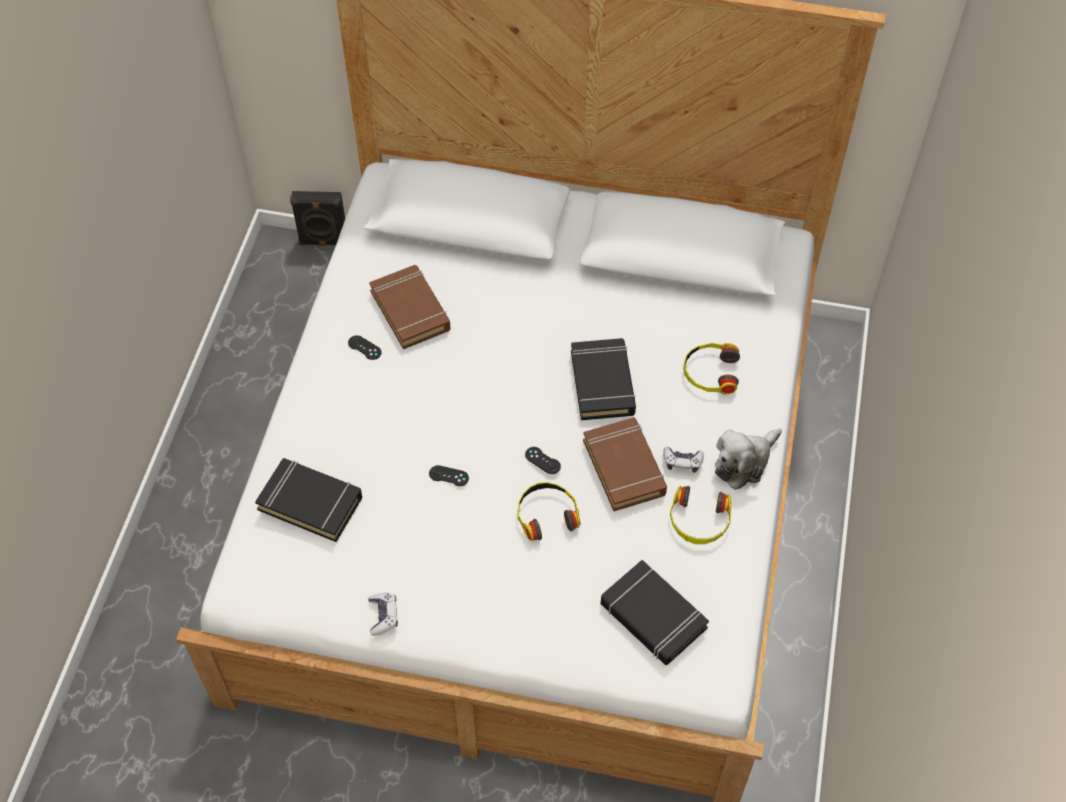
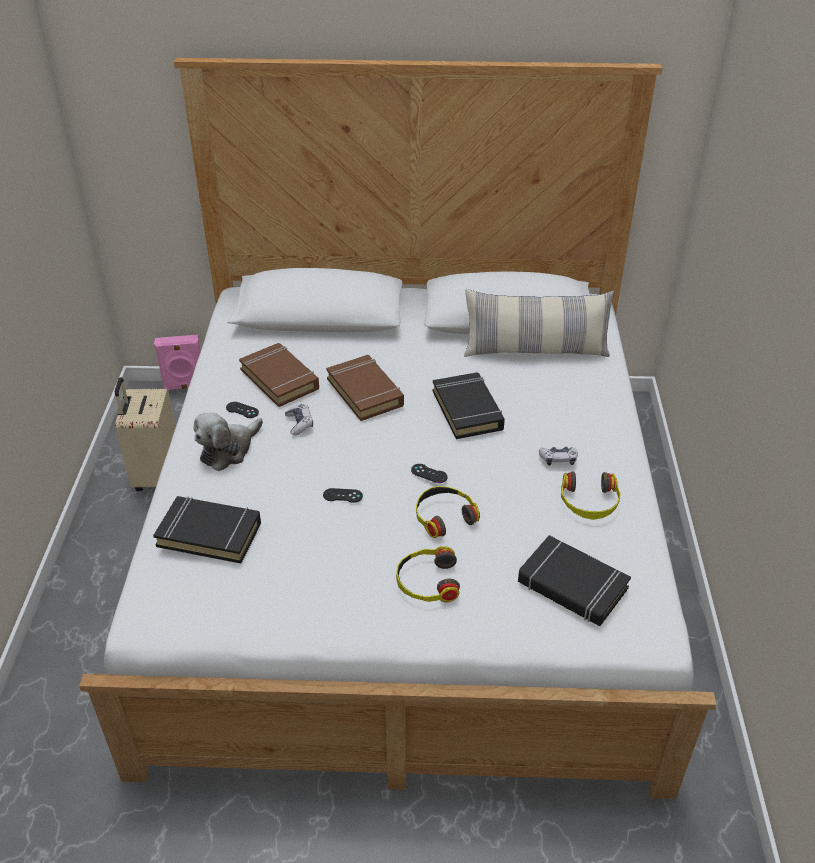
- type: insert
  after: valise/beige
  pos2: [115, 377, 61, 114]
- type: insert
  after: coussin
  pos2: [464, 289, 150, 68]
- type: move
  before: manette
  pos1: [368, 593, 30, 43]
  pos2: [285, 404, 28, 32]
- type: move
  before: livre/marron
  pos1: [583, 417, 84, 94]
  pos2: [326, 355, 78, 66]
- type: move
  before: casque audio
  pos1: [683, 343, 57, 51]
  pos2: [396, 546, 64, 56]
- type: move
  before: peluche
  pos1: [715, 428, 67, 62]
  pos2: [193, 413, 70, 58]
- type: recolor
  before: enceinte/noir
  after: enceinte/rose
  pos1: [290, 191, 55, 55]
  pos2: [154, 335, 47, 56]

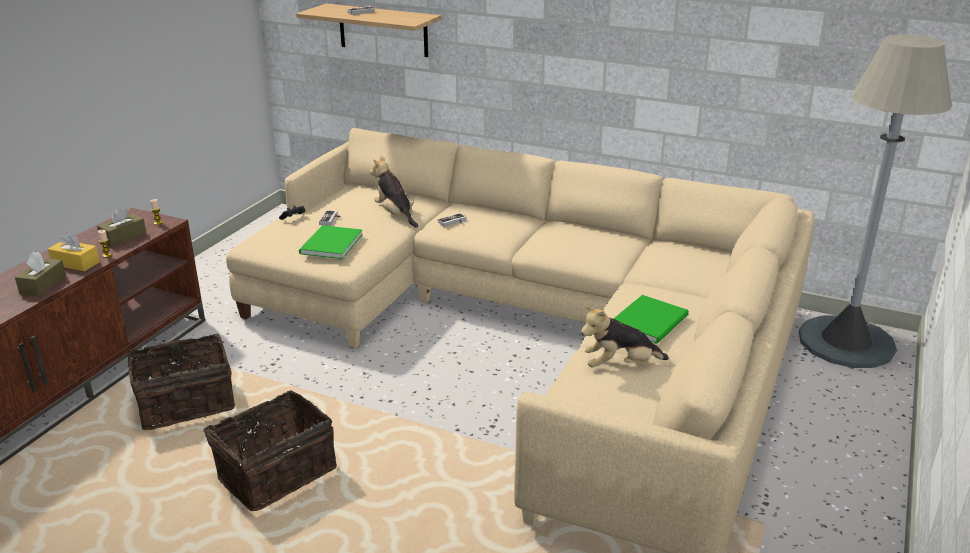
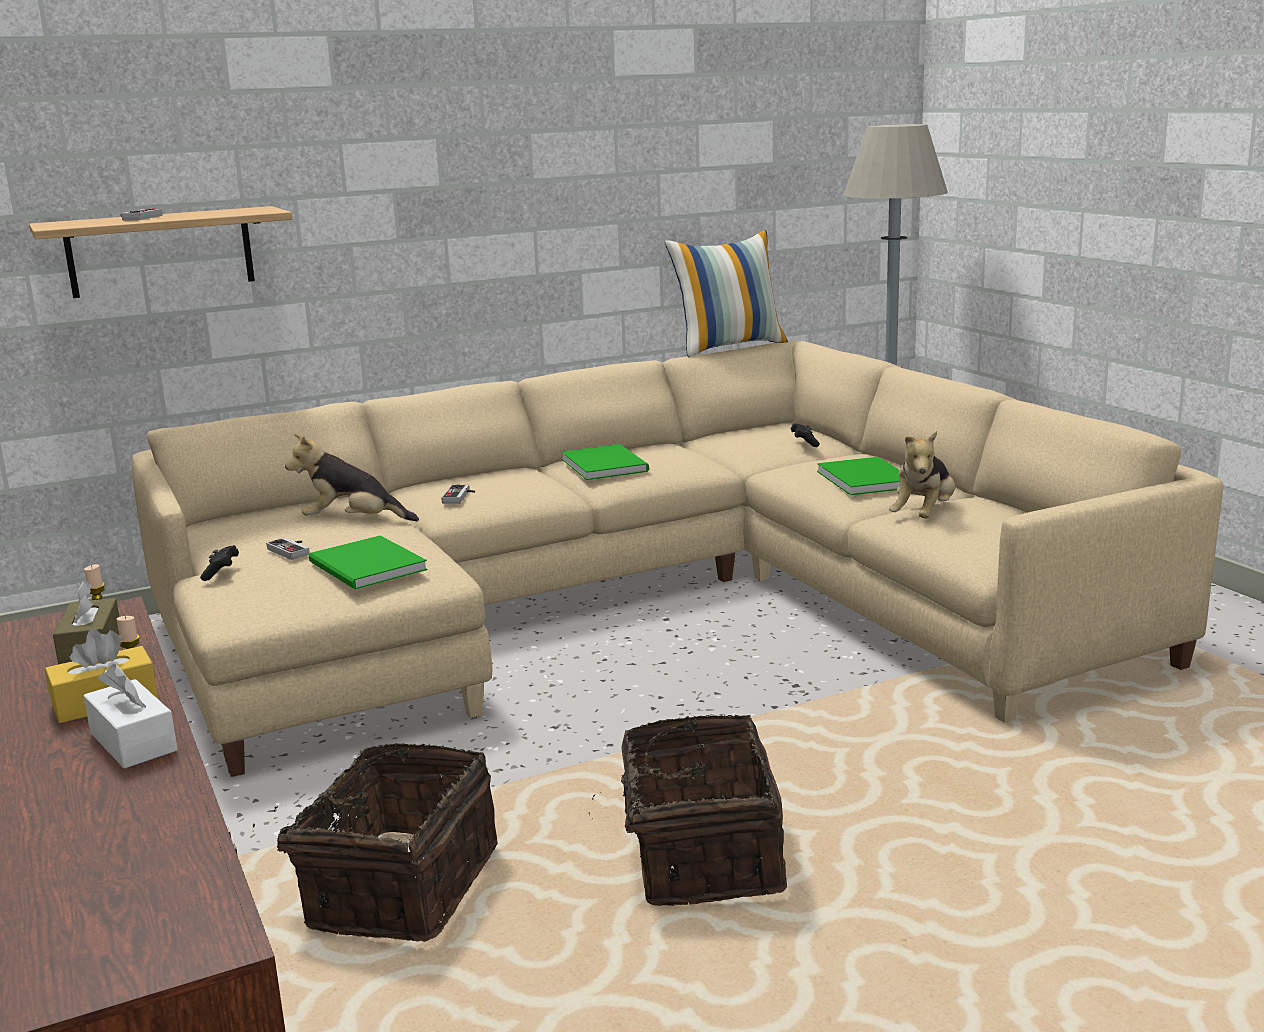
- type: insert
  after: livre/vert
  pos2: [562, 444, 87, 36]
- type: insert
  after: coussin
  pos2: [665, 230, 123, 127]
- type: insert
  after: manette/noir
  pos2: [791, 423, 29, 24]
- type: recolor
  before: boîte à mouchoirs/marron
  after: boîte à mouchoirs/blanc
  pos1: [15, 251, 51, 45]
  pos2: [84, 664, 94, 105]

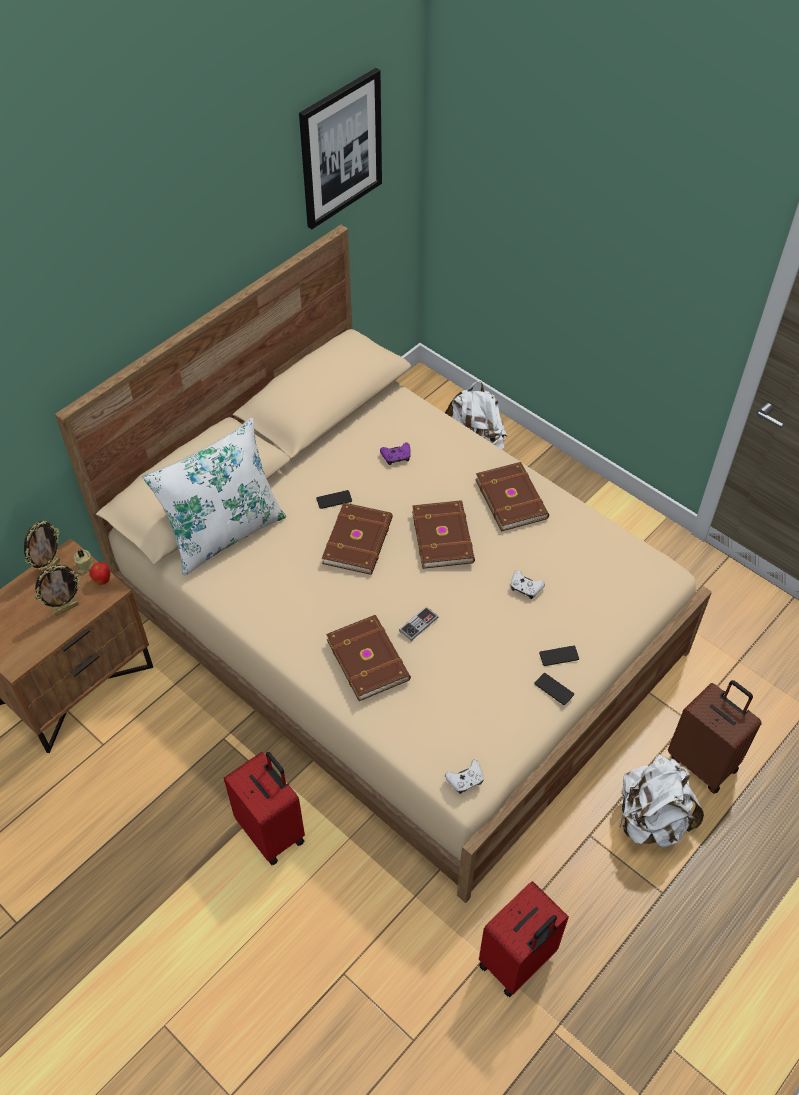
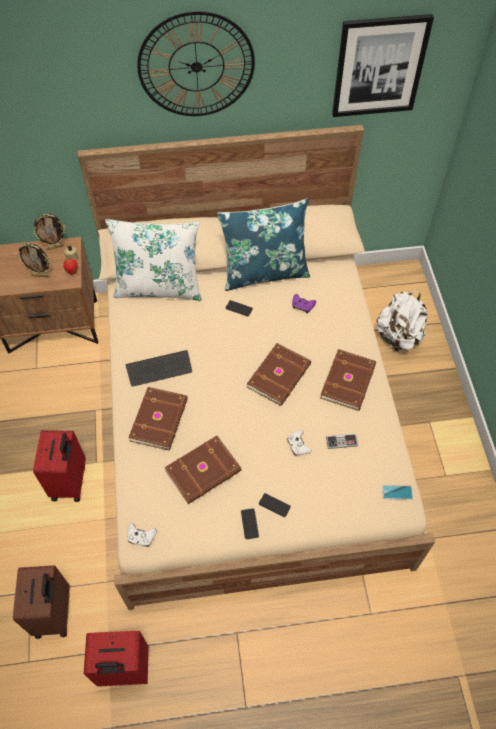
- type: delete
  before: sac à dos/blanc
  pos1: [618, 754, 86, 94]
- type: insert
  after: clavier
  pos2: [126, 350, 66, 37]
- type: insert
  after: horloge murale
  pos2: [137, 11, 118, 105]
- type: insert
  after: coussin/bleu
  pos2: [217, 199, 93, 92]
- type: insert
  after: téléphone
  pos2: [382, 485, 31, 15]
- type: move
  before: livre/marron
  pos1: [322, 503, 71, 72]
  pos2: [165, 436, 77, 68]
- type: move
  before: manette
  pos1: [399, 606, 39, 35]
  pos2: [326, 433, 32, 16]
- type: move
  before: valise/marron
  pos1: [668, 680, 94, 114]
  pos2: [13, 565, 57, 74]

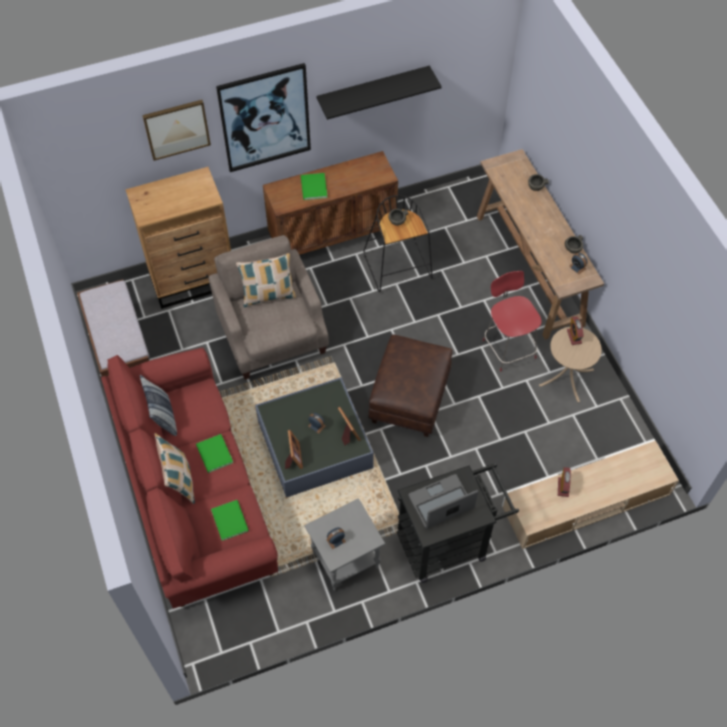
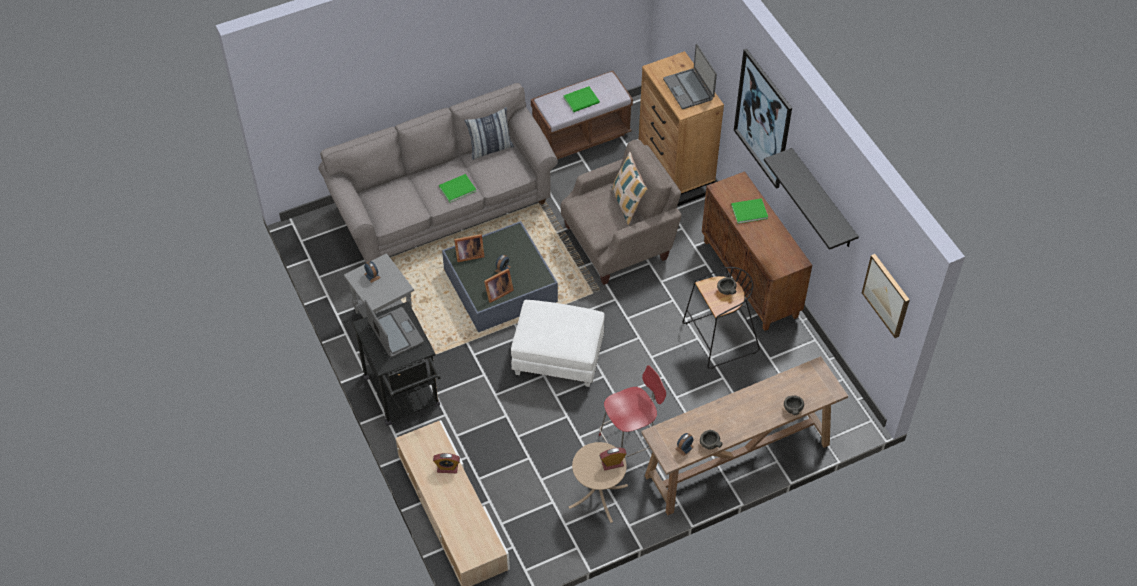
- type: delete
  before: coussin
  pos1: [154, 433, 41, 71]
- type: insert
  after: ordinateur portable
  pos2: [663, 44, 54, 65]
- type: move
  before: tableau
  pos1: [142, 100, 69, 61]
  pos2: [862, 254, 48, 84]
- type: move
  before: livre/vert
  pos1: [211, 500, 38, 41]
  pos2: [563, 86, 37, 26]
- type: recolor
  before: canapé/rouge
  after: canapé/gris
  pos1: [101, 347, 177, 262]
  pos2: [319, 83, 239, 180]
- type: recolor
  before: pouf/marron
  after: pouf/blanc
  pos1: [368, 335, 84, 102]
  pos2: [511, 300, 93, 87]

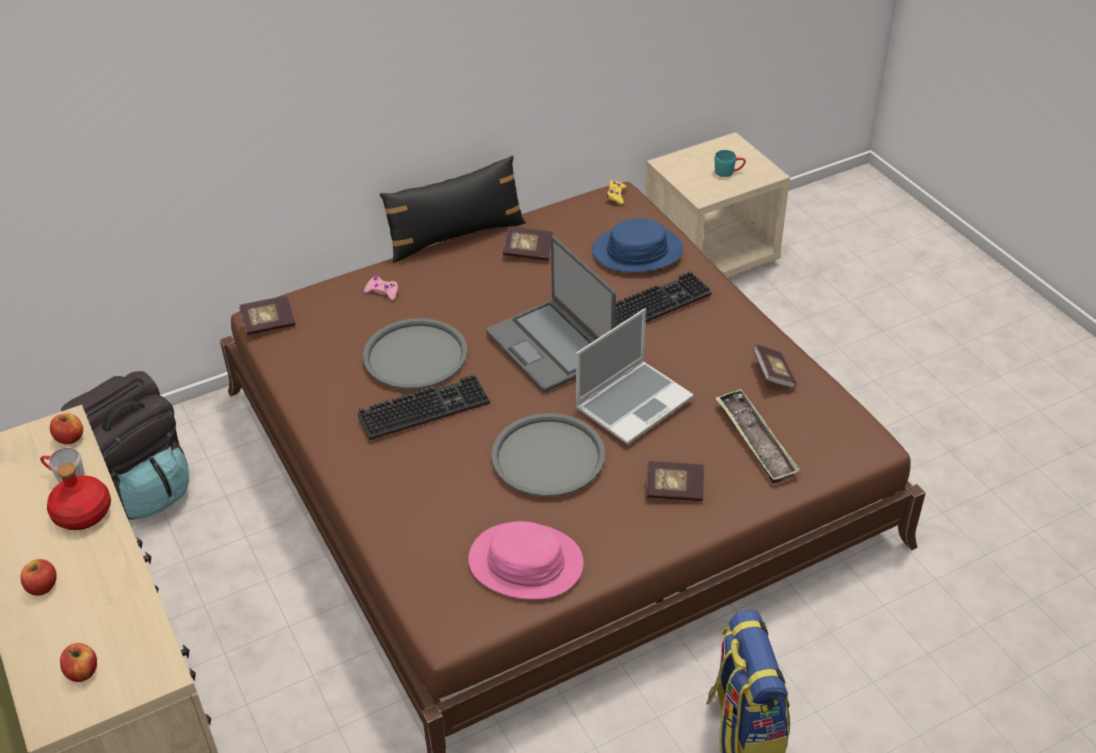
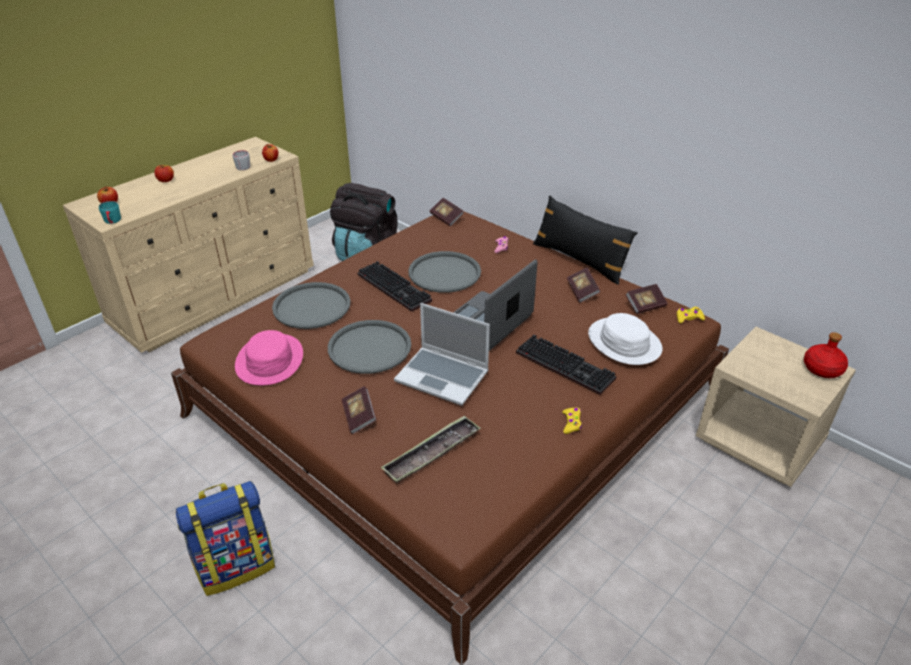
- type: insert
  after: plateau/gris
  pos2: [272, 282, 79, 47]
- type: insert
  after: manette/jaune
  pos2: [562, 408, 20, 26]
- type: move
  before: bouteille/rouge
  pos1: [47, 463, 64, 67]
  pos2: [804, 332, 44, 46]
- type: move
  before: mug/turquoise
  pos1: [715, 150, 31, 27]
  pos2: [99, 201, 22, 23]
- type: move
  before: livre
  pos1: [753, 344, 44, 45]
  pos2: [625, 284, 42, 30]
- type: recolor
  before: chapeau/bleu
  after: chapeau/blanc
  pos1: [592, 219, 91, 53]
  pos2: [588, 313, 75, 52]

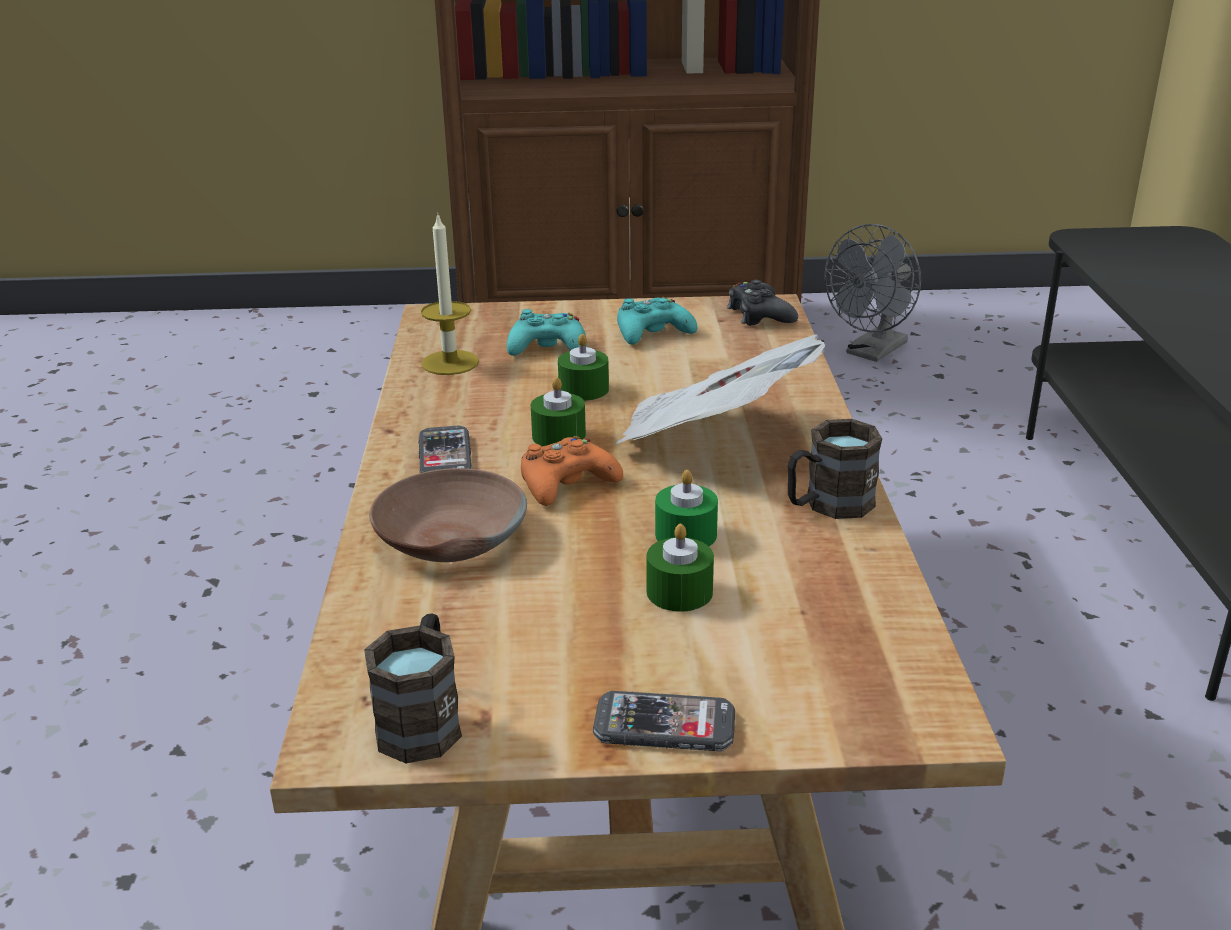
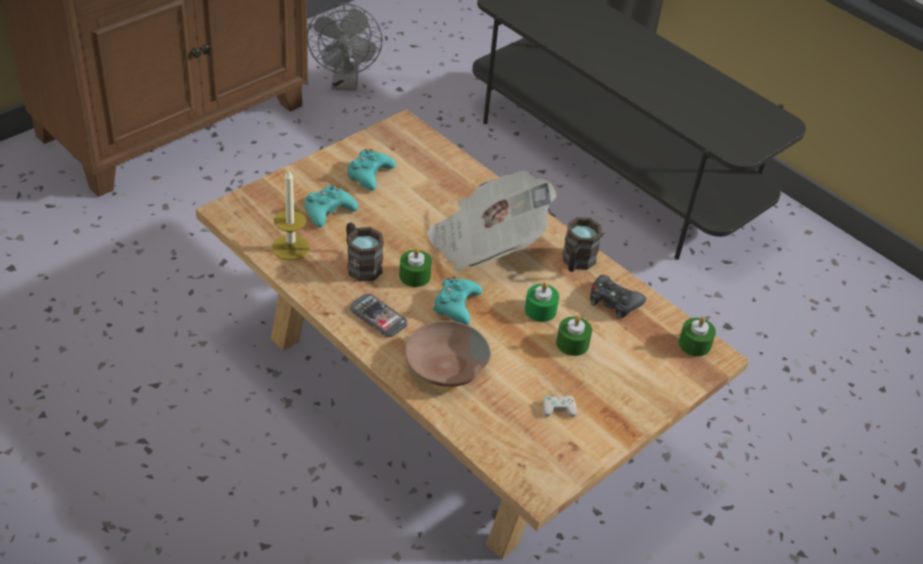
- type: delete
  before: téléphone
  pos1: [593, 691, 142, 60]
- type: insert
  after: manette/blanc
  pos2: [517, 364, 73, 53]
- type: move
  before: mug/marron
  pos1: [364, 614, 98, 149]
  pos2: [346, 223, 38, 58]
- type: move
  before: bougie/vert
  pos1: [558, 334, 51, 67]
  pos2: [679, 317, 37, 40]
- type: move
  before: manette/noir
  pos1: [727, 280, 71, 46]
  pos2: [590, 275, 56, 44]
- type: recolor
  before: manette/orange
  after: manette/turquoise
  pos1: [521, 436, 102, 70]
  pos2: [433, 277, 49, 48]

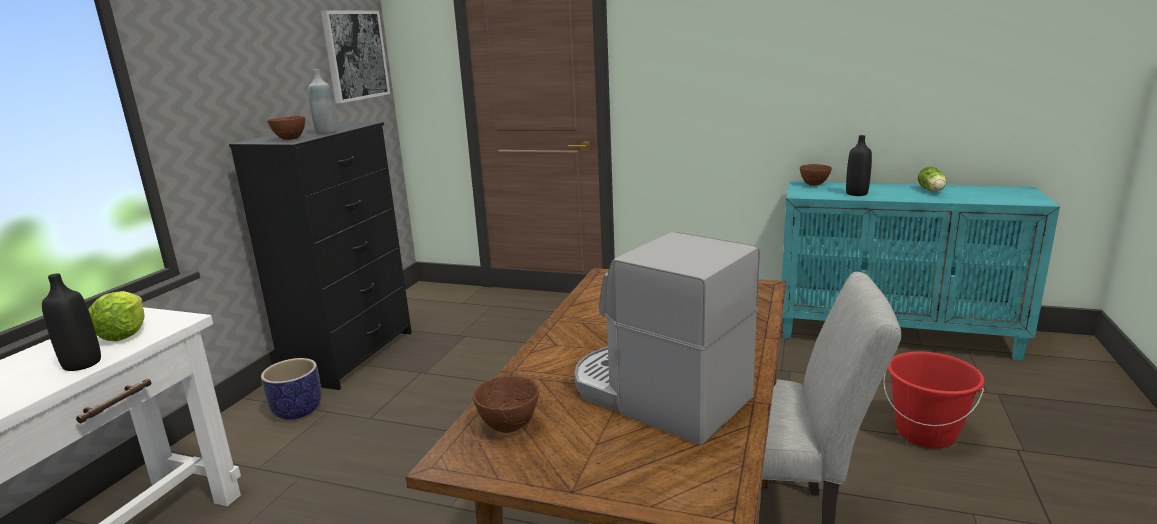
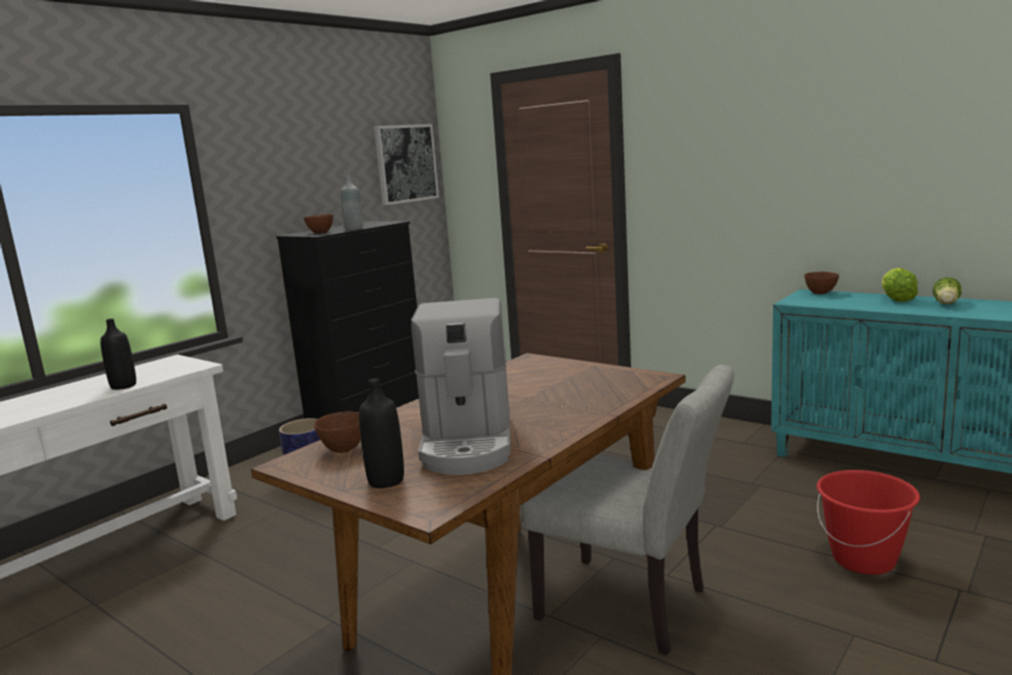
- type: move
  before: laitue
  pos1: [88, 291, 56, 50]
  pos2: [882, 268, 36, 34]
- type: move
  before: bouteille/noir
  pos1: [846, 135, 26, 61]
  pos2: [359, 378, 45, 110]
- type: rotate
  before: machine à café
  pos1: [575, 232, 185, 213]
  pos2: [411, 298, 100, 177]
  turn: -150

